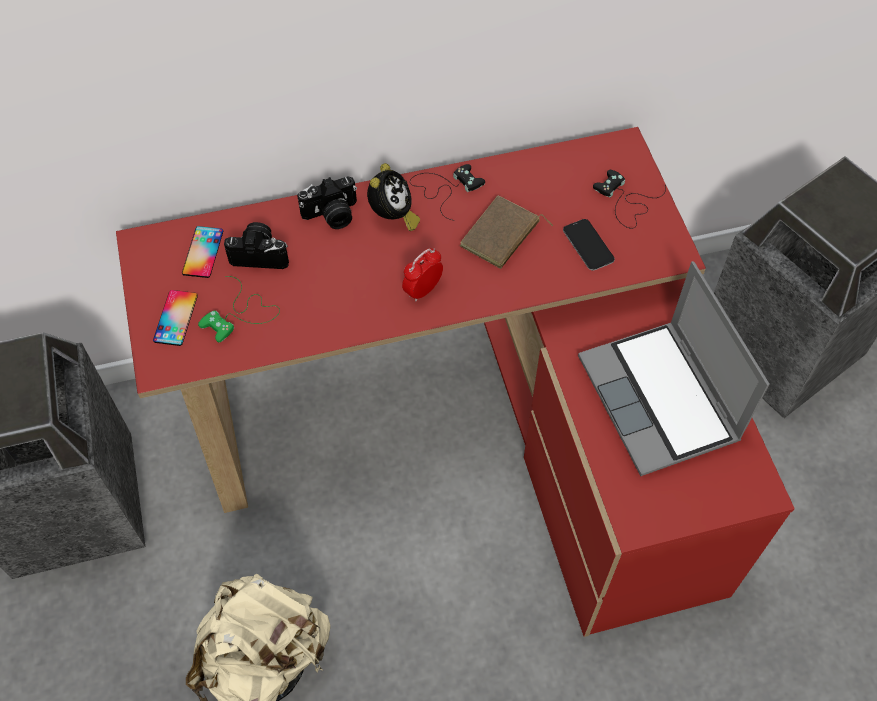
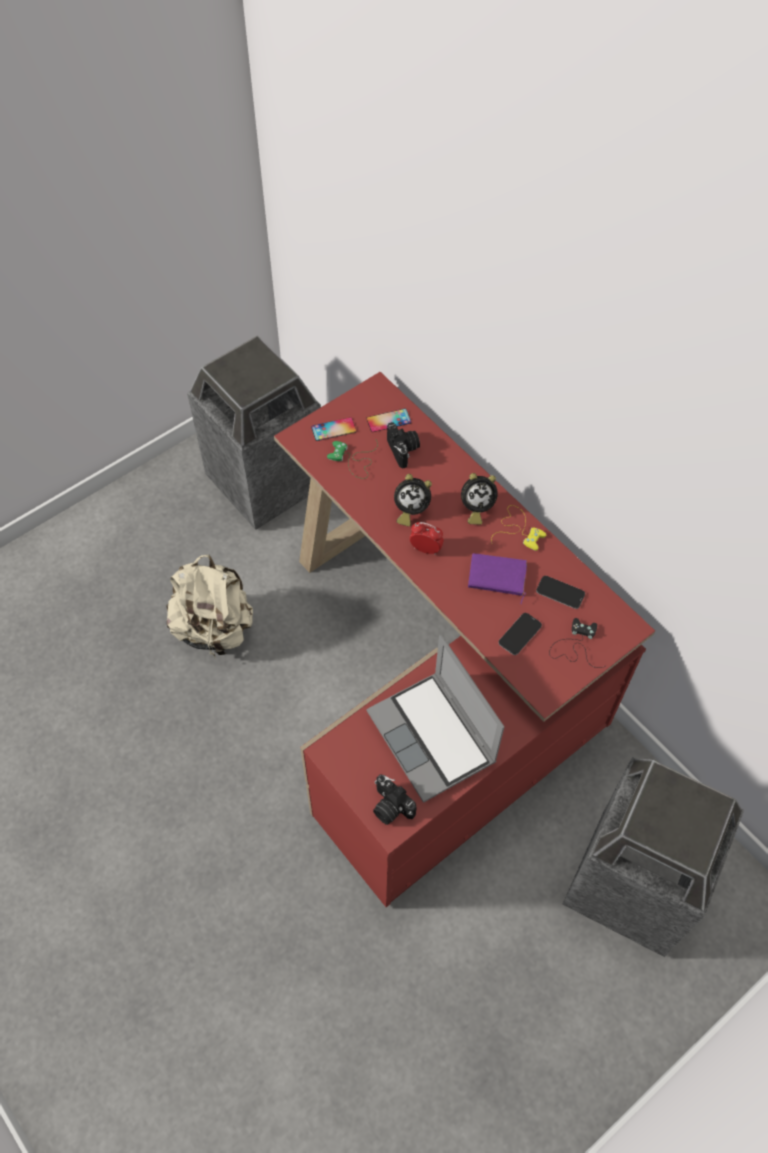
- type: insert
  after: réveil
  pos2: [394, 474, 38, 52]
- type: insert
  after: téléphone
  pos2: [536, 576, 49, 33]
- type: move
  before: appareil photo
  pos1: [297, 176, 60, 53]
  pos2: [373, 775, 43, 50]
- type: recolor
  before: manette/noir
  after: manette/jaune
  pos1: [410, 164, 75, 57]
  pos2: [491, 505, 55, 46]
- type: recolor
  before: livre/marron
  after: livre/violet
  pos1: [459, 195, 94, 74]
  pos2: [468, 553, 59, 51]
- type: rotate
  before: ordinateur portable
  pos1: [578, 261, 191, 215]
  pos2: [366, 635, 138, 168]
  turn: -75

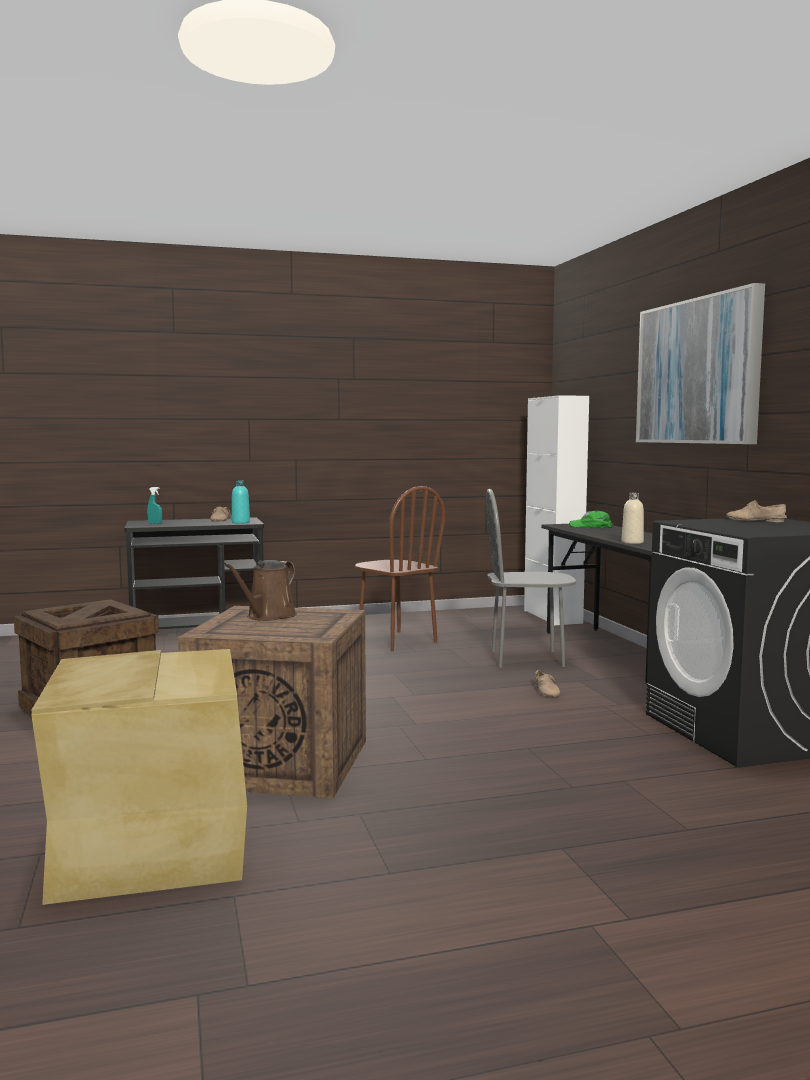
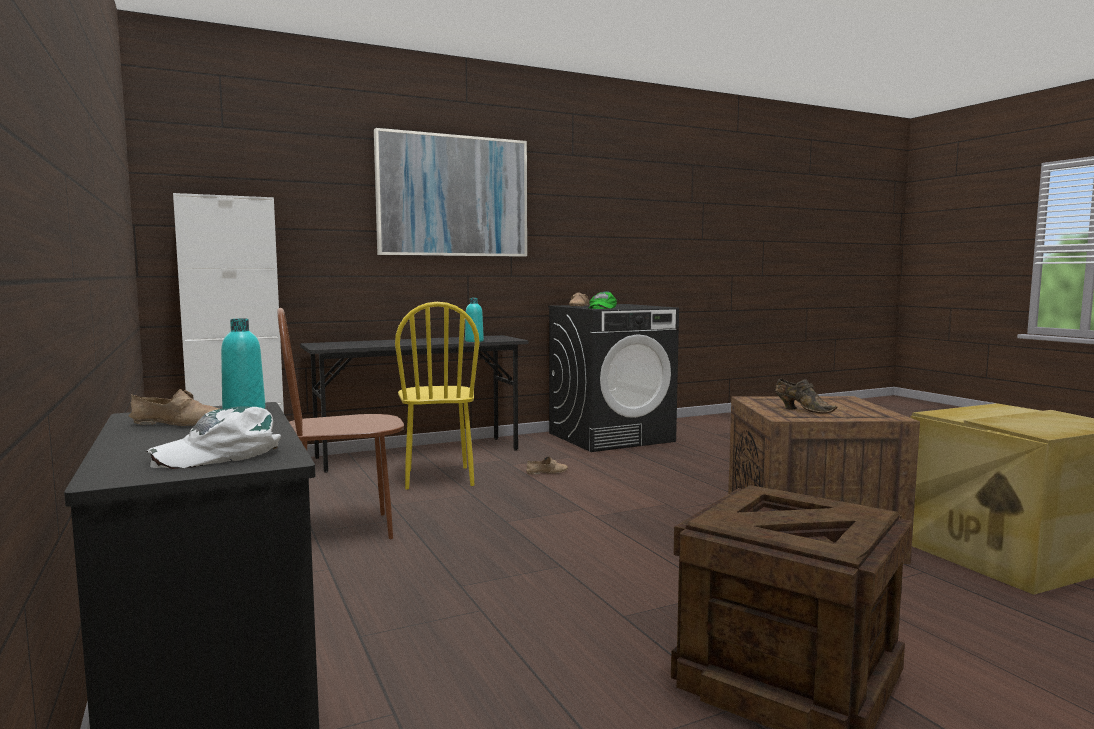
- type: move
  before: casquette/vert
  pos1: [569, 511, 45, 17]
  pos2: [588, 291, 29, 18]
- type: replace
  before: vaporisateur/turquoise
  after: casquette/blanc
  pos1: [147, 487, 15, 37]
  pos2: [146, 406, 135, 63]
- type: replace
  before: arrosoir/marron
  after: chaussure/marron
  pos1: [224, 560, 73, 61]
  pos2: [775, 379, 62, 35]
- type: recolor
  before: chaise/gris
  after: chaise/jaune
  pos1: [486, 489, 91, 179]
  pos2: [395, 302, 85, 187]
- type: recolor
  before: bouteille/beige
  after: bouteille/turquoise
  pos1: [622, 493, 22, 51]
  pos2: [465, 298, 19, 44]
- type: rotate
  before: chaise/marron
  pos1: [355, 486, 90, 165]
  pos2: [277, 308, 127, 231]
  turn: -150

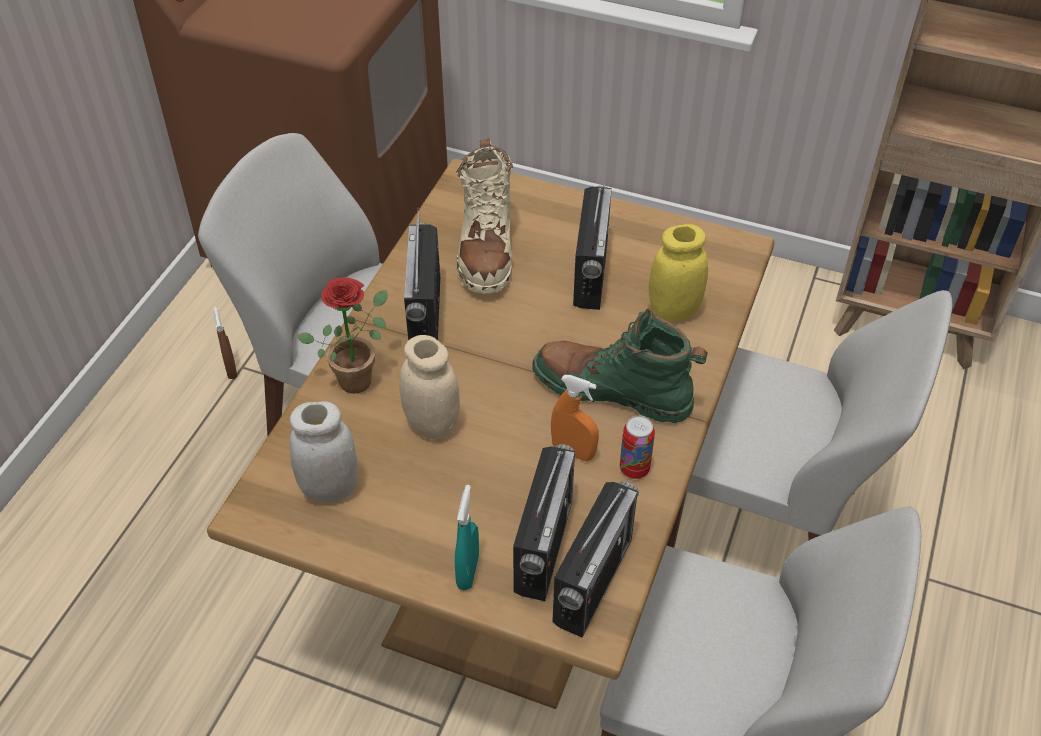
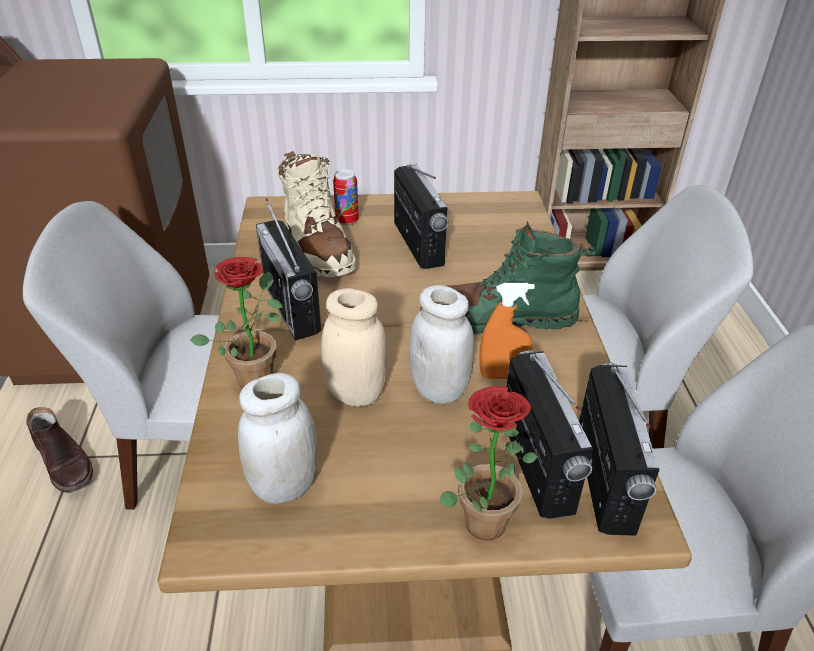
- type: delete
  before: bocal/jaune
  pos1: [649, 224, 59, 97]
- type: insert
  after: bocal/blanc
  pos2: [409, 285, 65, 119]
- type: move
  before: boîte métallique
  pos1: [620, 416, 35, 63]
  pos2: [333, 169, 25, 57]
- type: replace
  before: vaporisateur/marron
  after: botte/marron
  pos1: [214, 307, 23, 72]
  pos2: [26, 407, 67, 86]
- type: replace
  before: vaporisateur/turquoise
  after: plante en pot
  pos1: [455, 485, 24, 105]
  pos2: [439, 386, 99, 155]

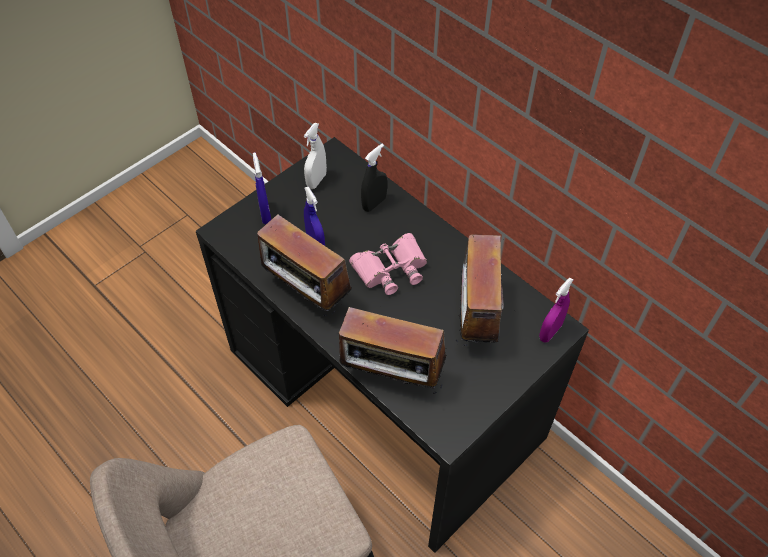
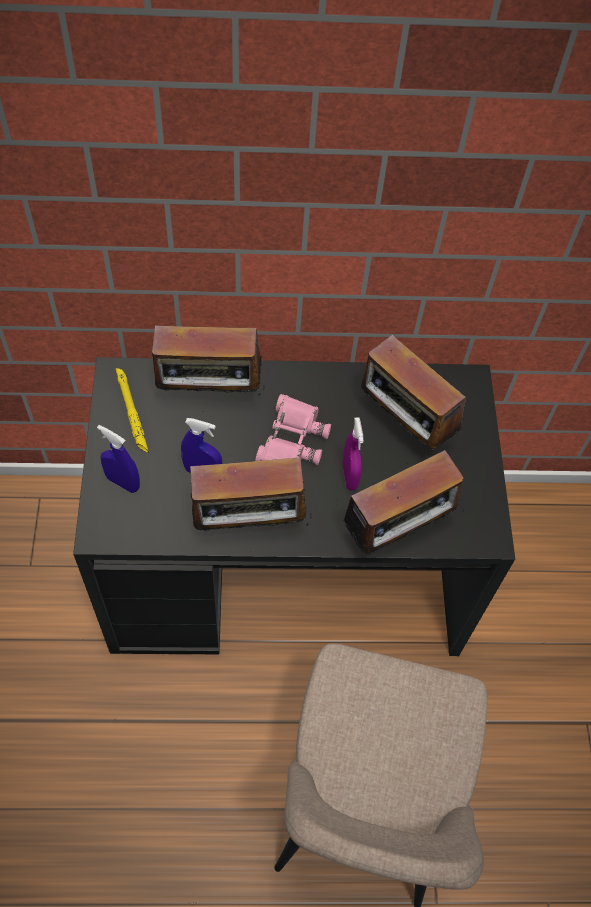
- type: move
  before: vaporisateur/violet
  pos1: [539, 277, 34, 66]
  pos2: [343, 417, 21, 74]
- type: replace
  before: vaporisateur/blanc
  after: lampe de poche/jaune
  pos1: [304, 123, 23, 66]
  pos2: [116, 368, 33, 85]
- type: replace
  before: vaporisateur/noir
  after: radio
  pos1: [361, 143, 26, 69]
  pos2: [152, 316, 113, 80]

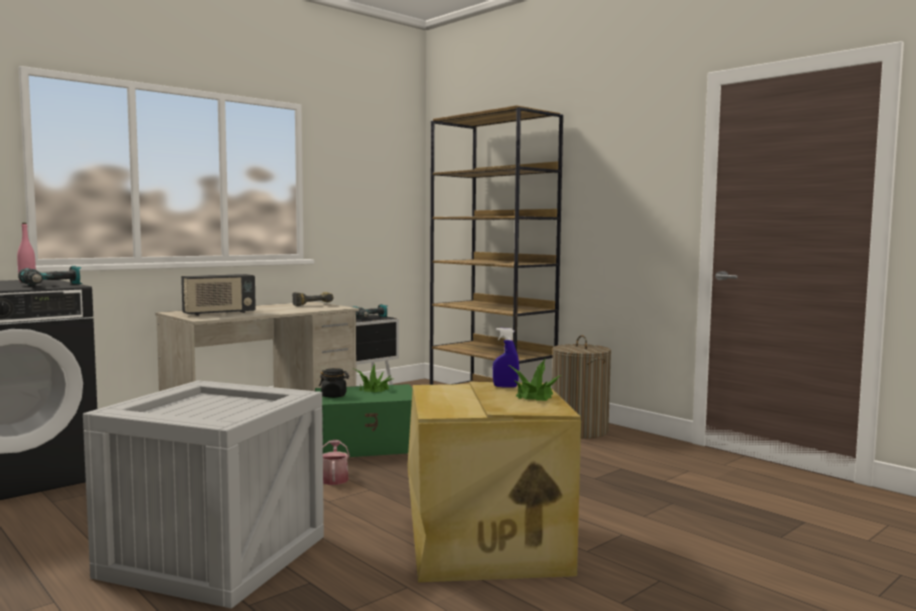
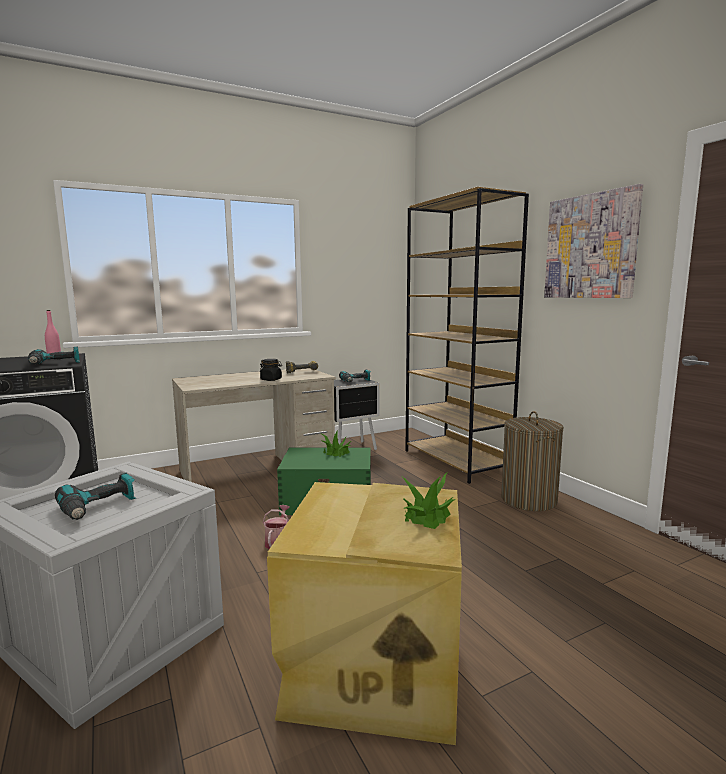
- type: delete
  before: radio
  pos1: [181, 274, 75, 42]
- type: delete
  before: vaporisateur/bleu
  pos1: [493, 328, 26, 60]
- type: insert
  after: perceuse
  pos2: [55, 473, 82, 47]
- type: insert
  after: tableau
  pos2: [544, 184, 99, 114]
- type: move
  before: bocal/noir
  pos1: [319, 368, 30, 30]
  pos2: [260, 359, 22, 22]

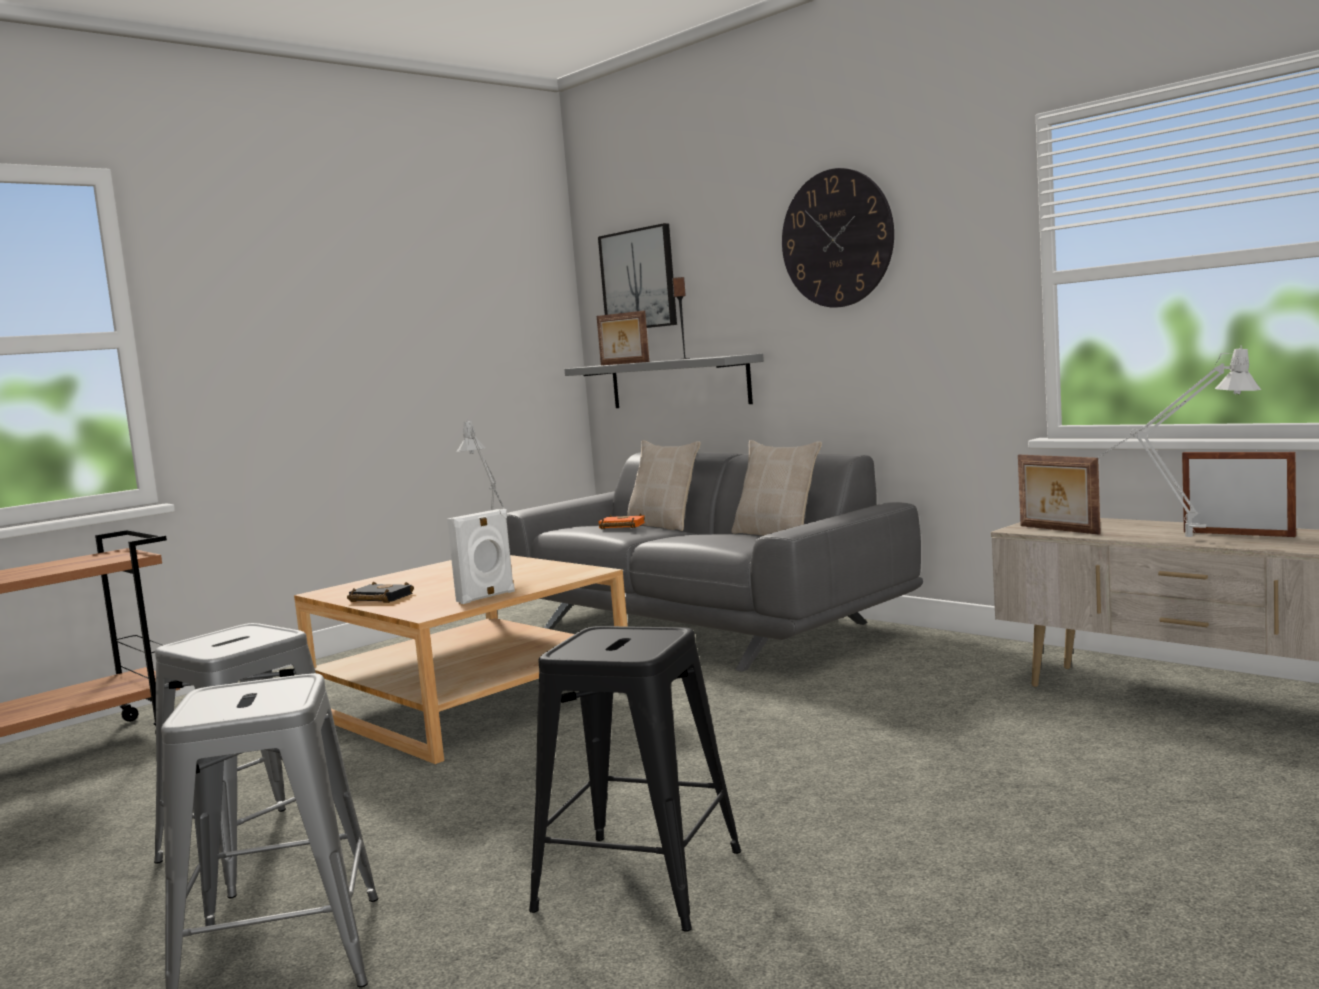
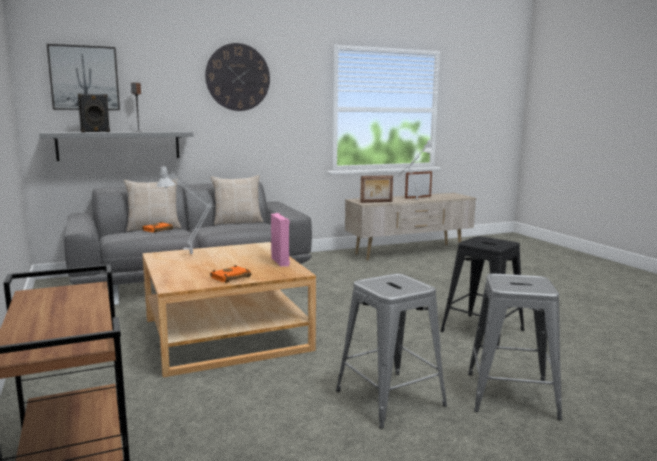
- type: replace
  before: cadre photo
  after: enceinte/noir
  pos1: [597, 311, 52, 54]
  pos2: [78, 94, 32, 38]
- type: recolor
  before: livre/noir
  after: livre/orange
  pos1: [347, 582, 67, 21]
  pos2: [210, 265, 41, 18]
- type: recolor
  before: enceinte/blanc
  after: enceinte/rose
  pos1: [447, 509, 68, 95]
  pos2: [271, 213, 19, 54]

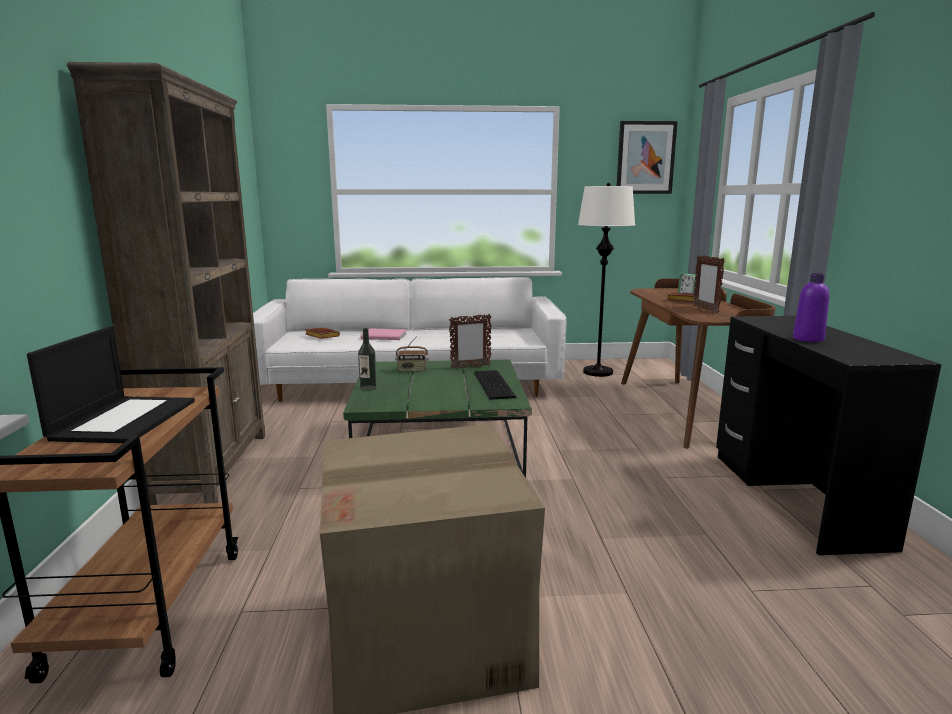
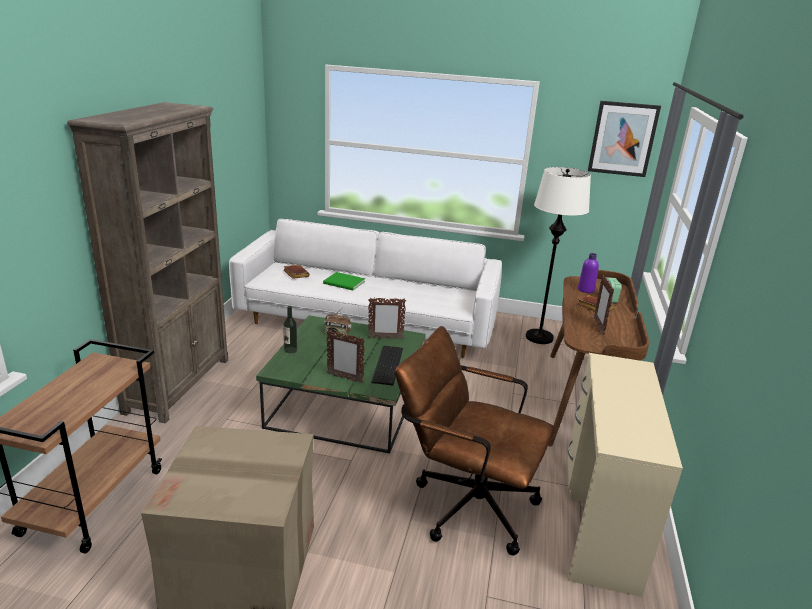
- type: delete
  before: ordinateur portable
  pos1: [27, 326, 168, 117]
- type: insert
  after: cadre photo
  pos2: [326, 330, 39, 53]
- type: insert
  after: chaise de bureau/marron
  pos2: [395, 326, 160, 229]
- type: move
  before: bouteille/violet
  pos1: [793, 273, 37, 69]
  pos2: [578, 253, 21, 40]
- type: recolor
  before: livre/rose
  after: livre/vert
  pos1: [361, 328, 46, 12]
  pos2: [323, 272, 42, 18]
- type: recolor
  before: bureau/noir
  after: bureau/beige
  pos1: [716, 316, 226, 239]
  pos2: [568, 353, 115, 244]

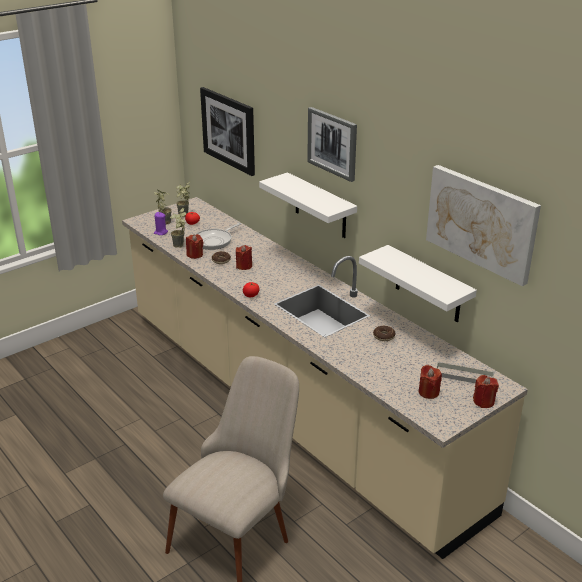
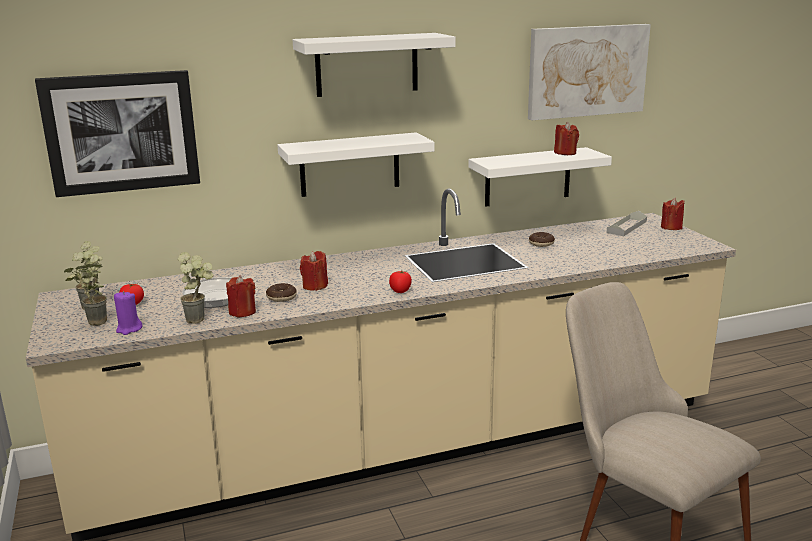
- type: move
  before: bougie/rouge
  pos1: [419, 365, 23, 34]
  pos2: [554, 122, 25, 33]
- type: replace
  before: tableau
  after: étagère/blanc
  pos1: [307, 107, 50, 75]
  pos2: [293, 33, 163, 64]

